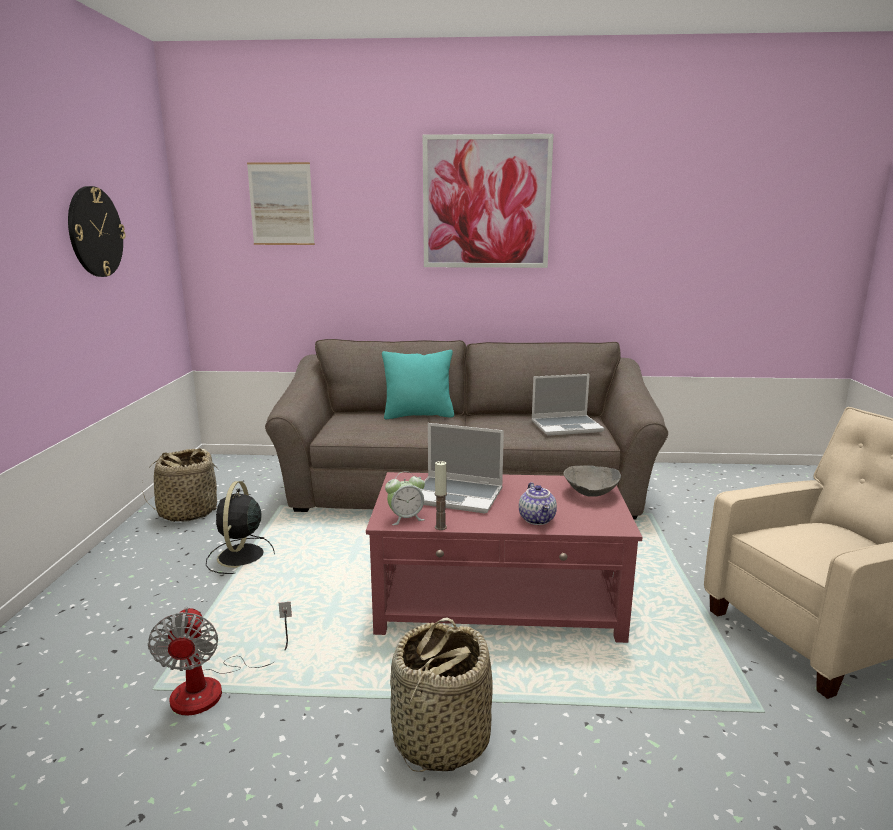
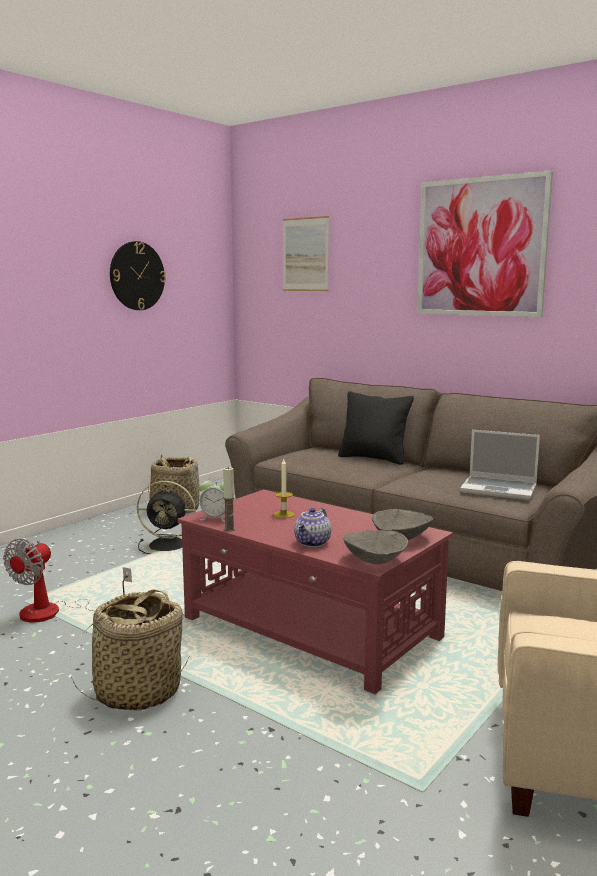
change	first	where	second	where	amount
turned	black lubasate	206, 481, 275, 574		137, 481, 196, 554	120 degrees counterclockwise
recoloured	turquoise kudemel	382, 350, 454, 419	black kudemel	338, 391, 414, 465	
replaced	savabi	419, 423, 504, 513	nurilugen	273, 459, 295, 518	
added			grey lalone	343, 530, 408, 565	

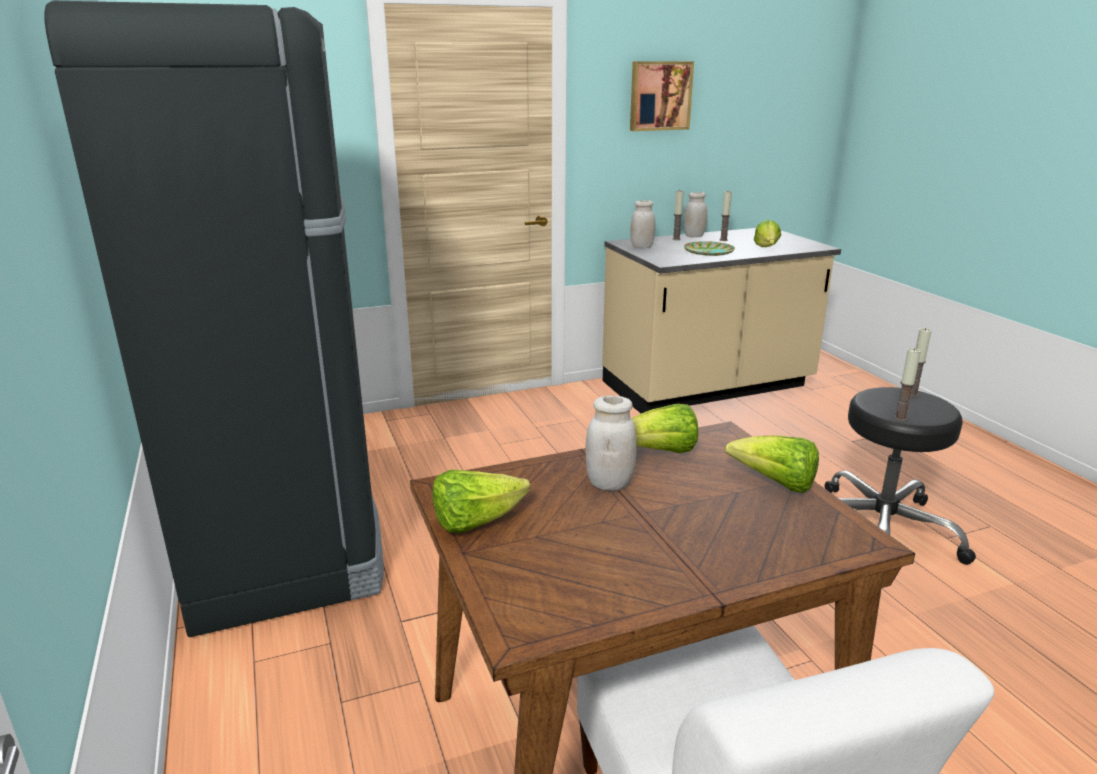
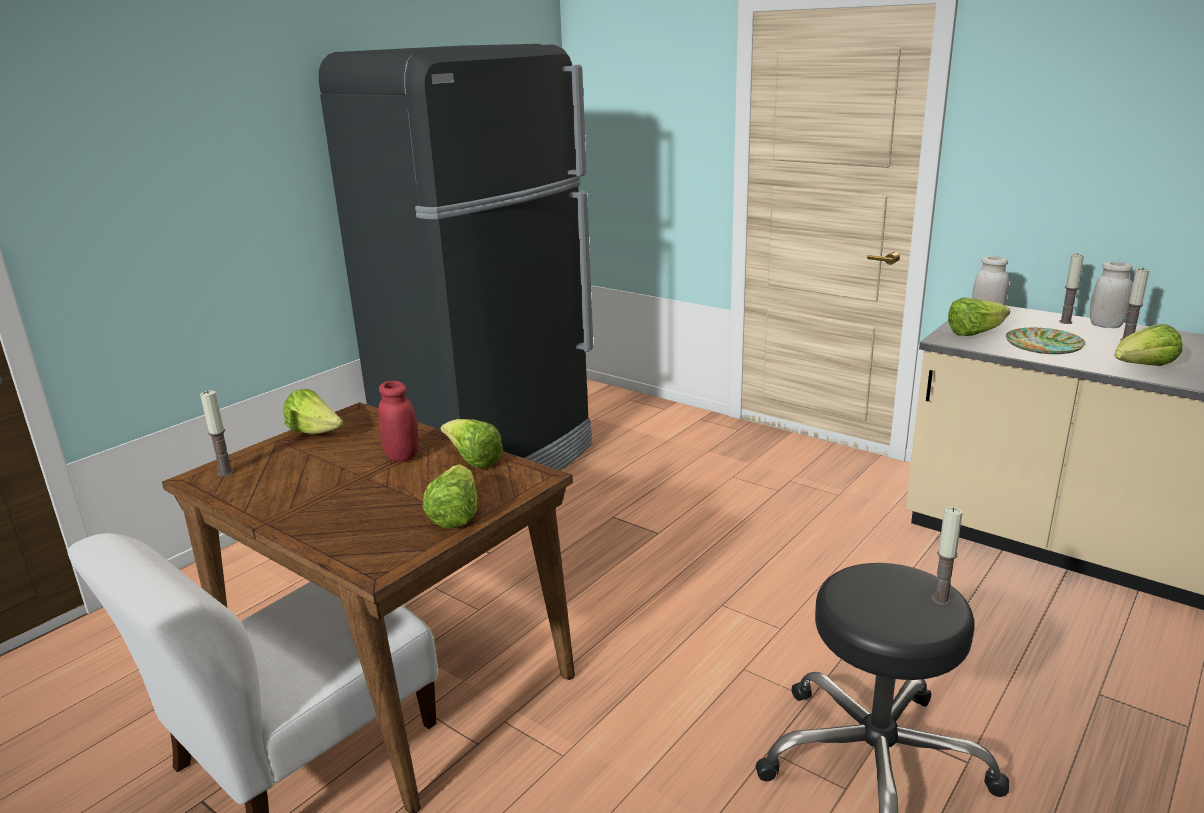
change	first	where	second	where	amount
recoloured	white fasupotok	586, 395, 637, 490	red fasupotok	378, 381, 419, 462	
removed	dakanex	630, 61, 694, 131			
moved	nurilugen	894, 348, 921, 421		200, 390, 234, 477	
added			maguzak	948, 297, 1010, 336	

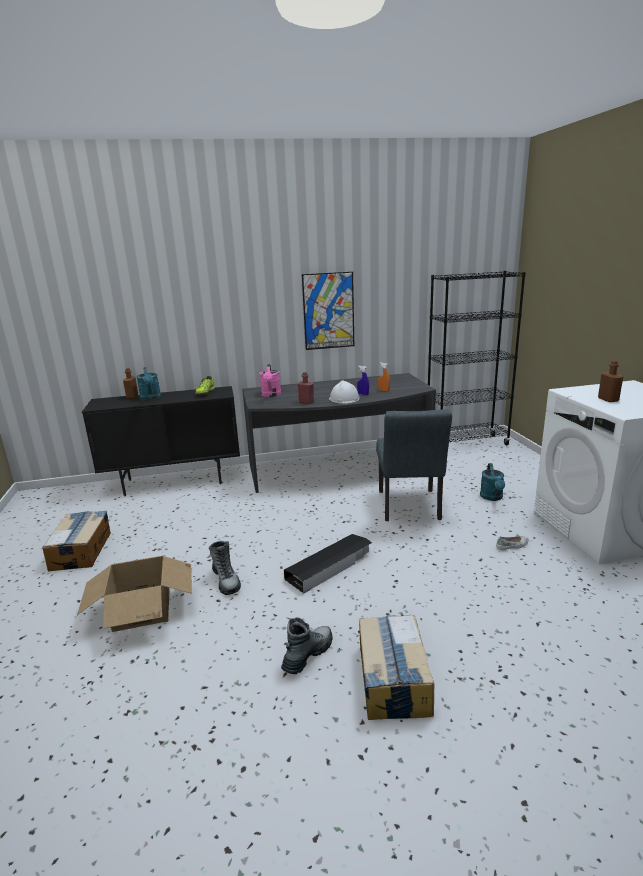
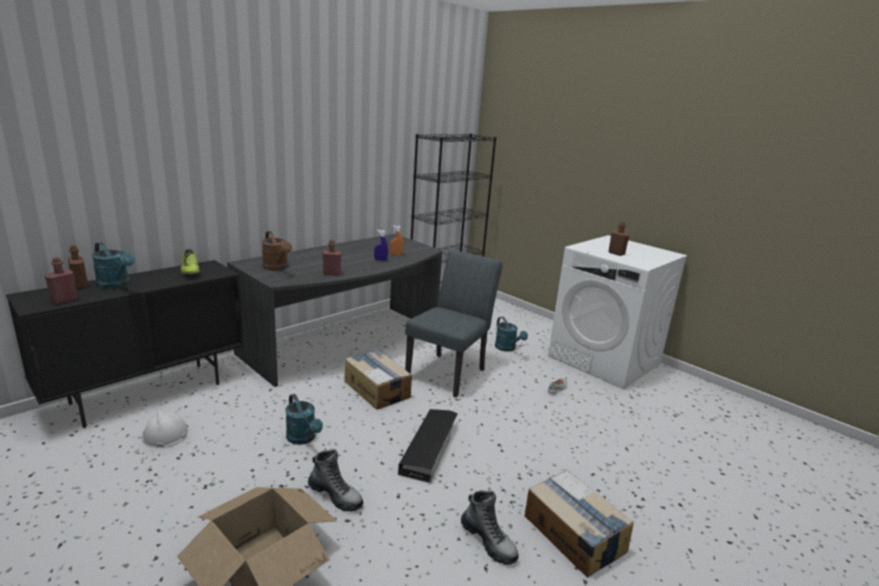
change	first	where	second	where	amount
moved	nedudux	42, 511, 111, 571		344, 349, 412, 410	
recoloured	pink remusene	259, 364, 281, 397	brown remusene	262, 231, 292, 271	
turned	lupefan	281, 617, 333, 674		461, 490, 519, 565	135 degrees clockwise
removed	dakanex	302, 272, 354, 350			
moved	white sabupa	329, 380, 359, 404		142, 411, 188, 448	
turned	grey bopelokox	376, 409, 452, 521		405, 250, 503, 398	120 degrees counterclockwise
added			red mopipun	45, 257, 77, 304	
added			turquoise remusene	285, 394, 323, 445	

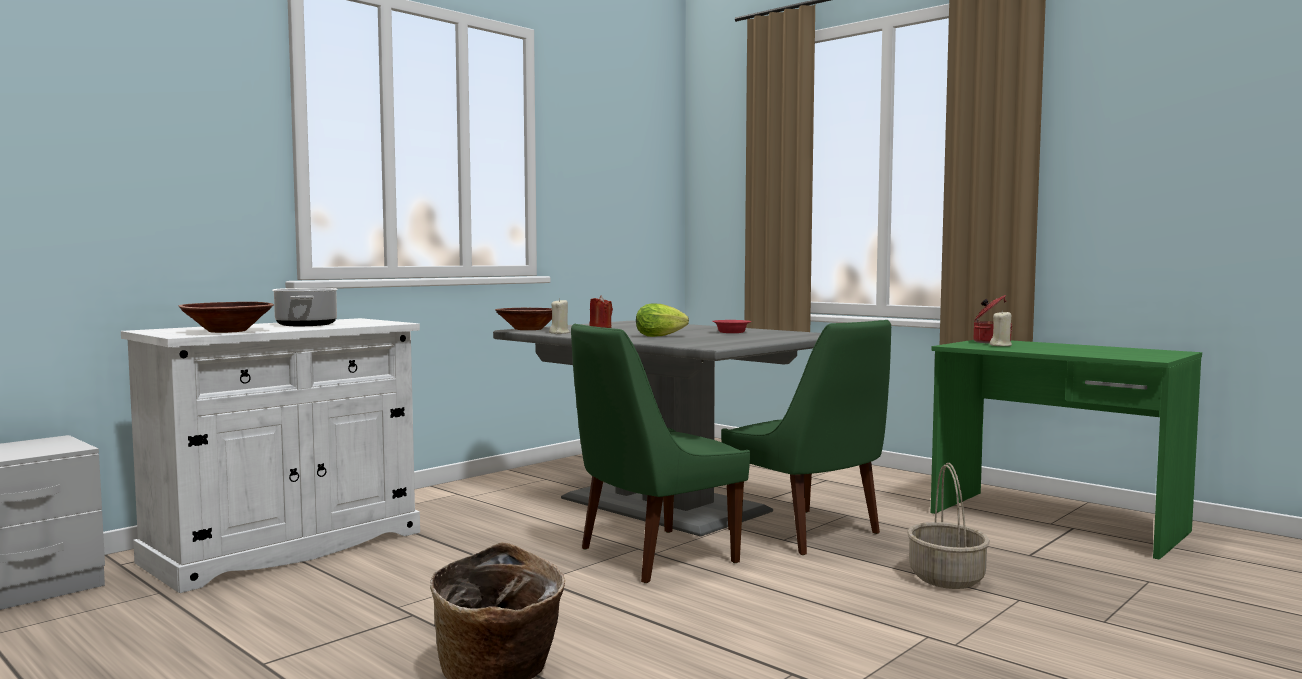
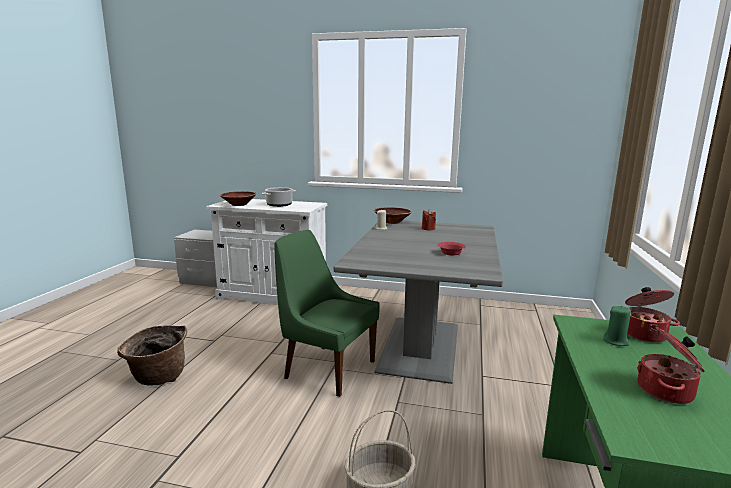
change	first	where	second	where	amount
removed	maguzak	636, 304, 689, 337			
removed	green bopelokox	721, 320, 891, 555			
recoloured	beige nurilugen	990, 310, 1012, 346	green nurilugen	603, 306, 631, 346	
added			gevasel	637, 327, 705, 404	

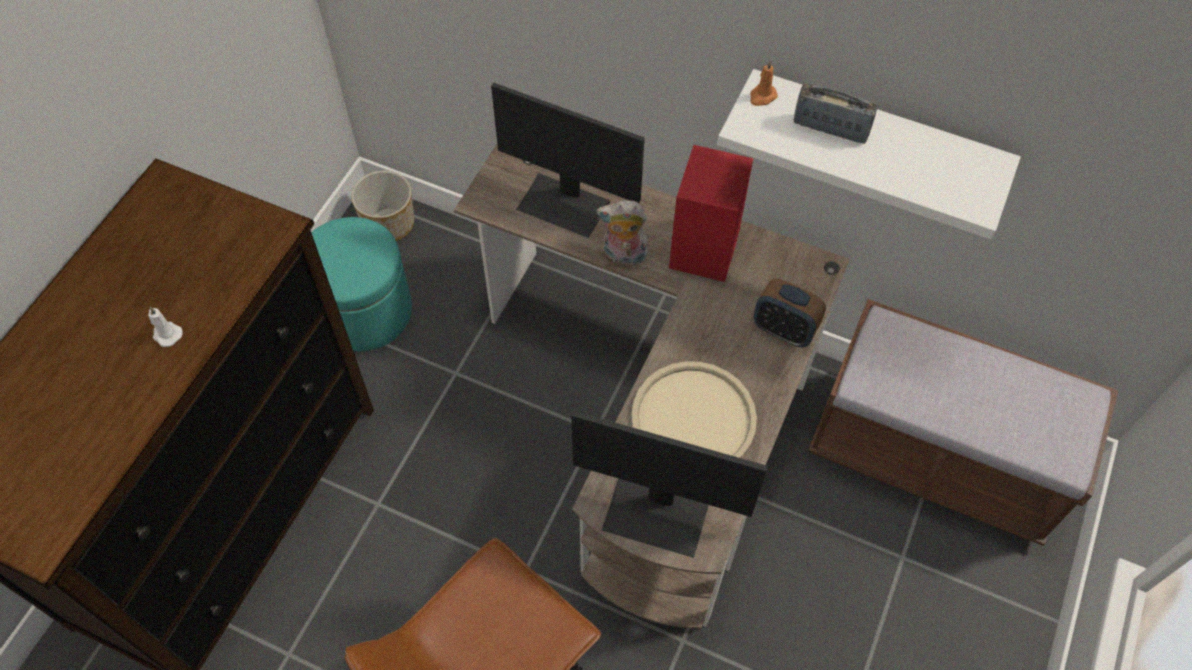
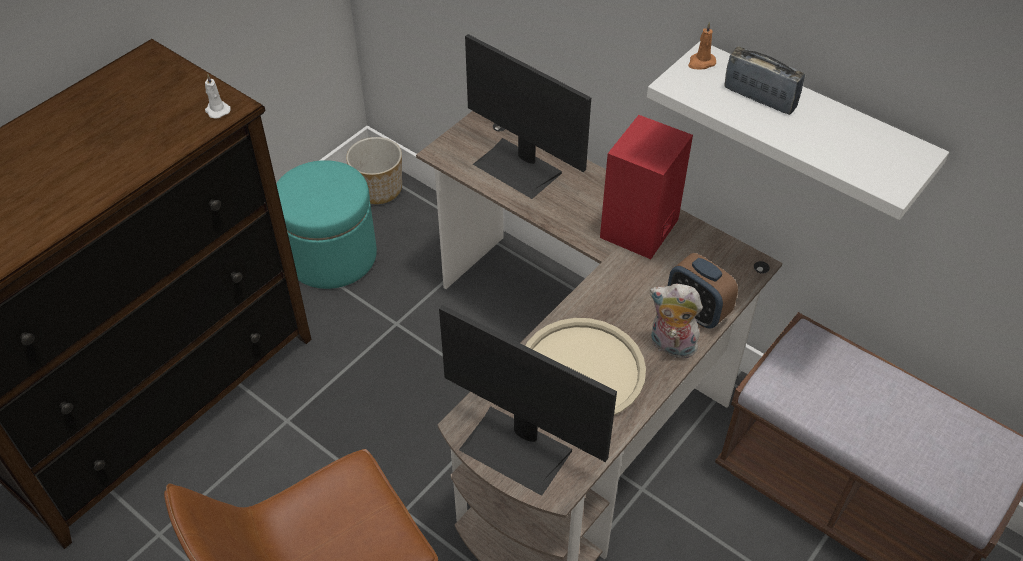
change	first	where	second	where	amount
moved	white nurilugen	148, 307, 183, 347		205, 74, 231, 119	
moved	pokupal	597, 200, 648, 265		650, 283, 703, 359	

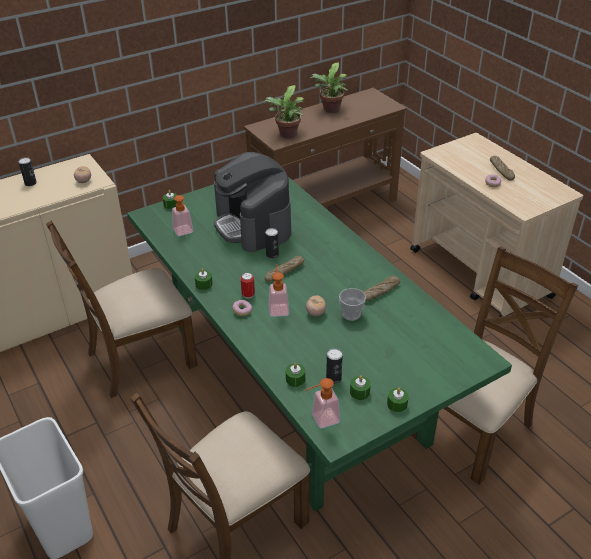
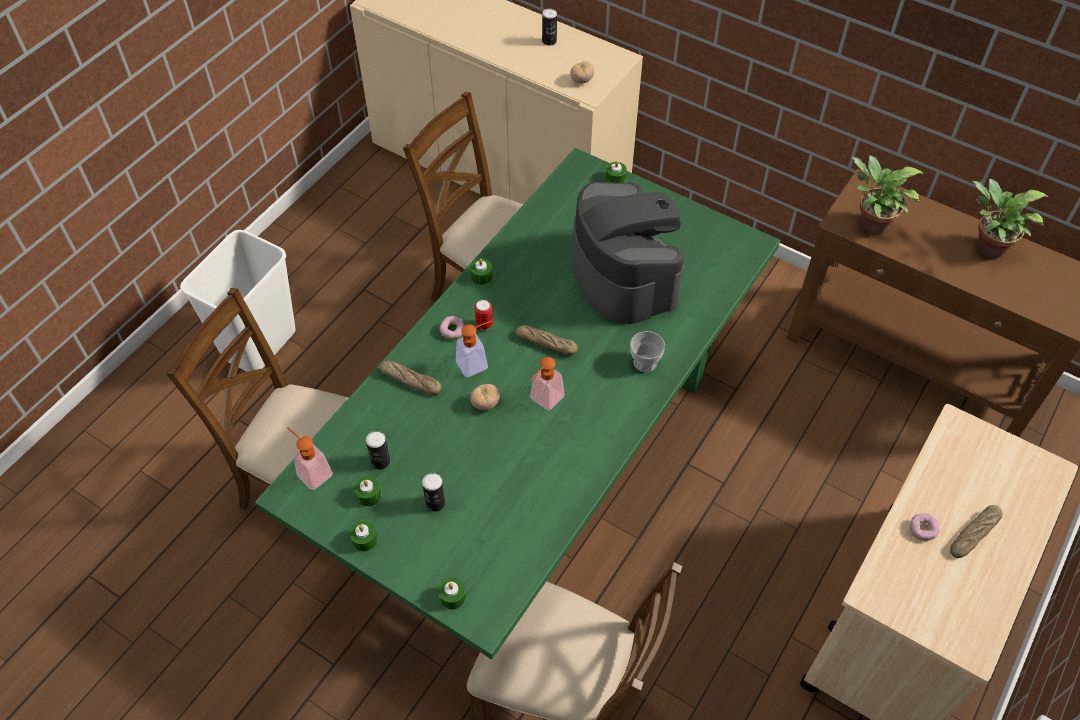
change	first	where	second	where	amount
moved	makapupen	172, 195, 193, 236		530, 357, 565, 411	
turned	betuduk	214, 152, 291, 252		572, 182, 684, 324	120 degrees clockwise
moved	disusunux	265, 228, 279, 259		422, 473, 445, 511	
moved	green nurilugen	286, 363, 305, 387		438, 577, 466, 610	
moved	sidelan	339, 288, 366, 321		630, 331, 665, 372	
moved	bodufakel	363, 276, 400, 301		380, 360, 442, 395	

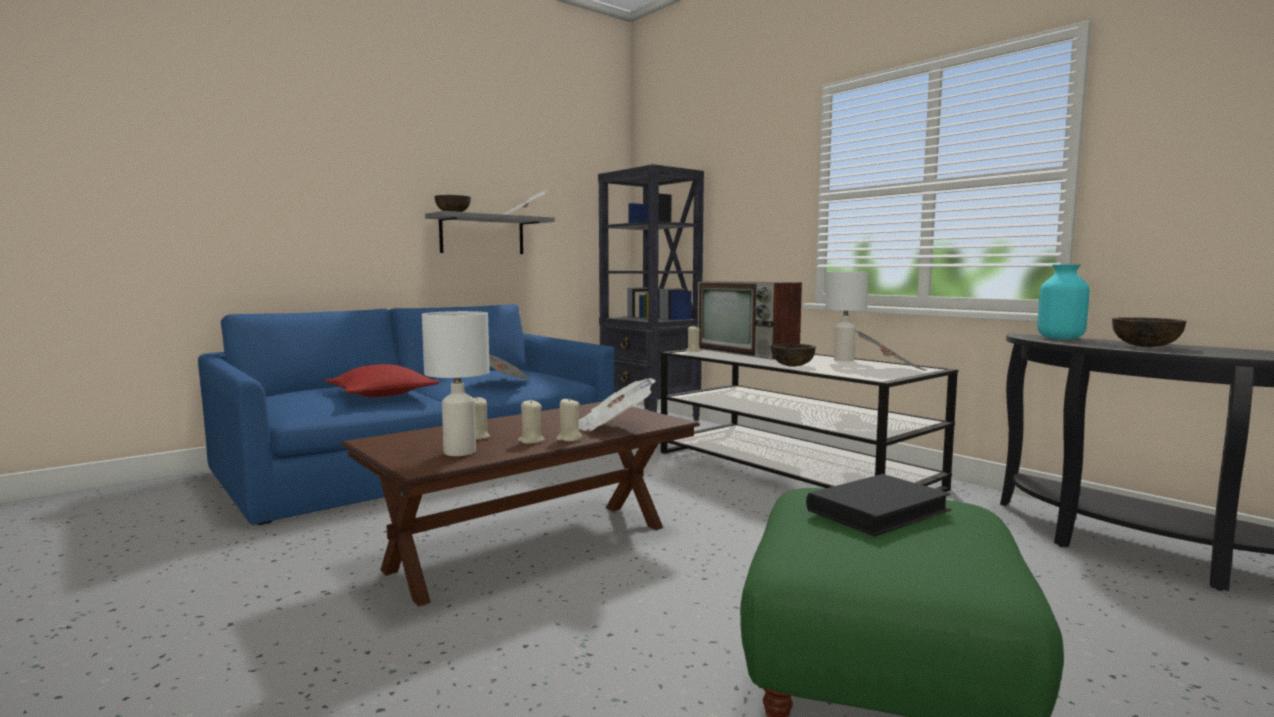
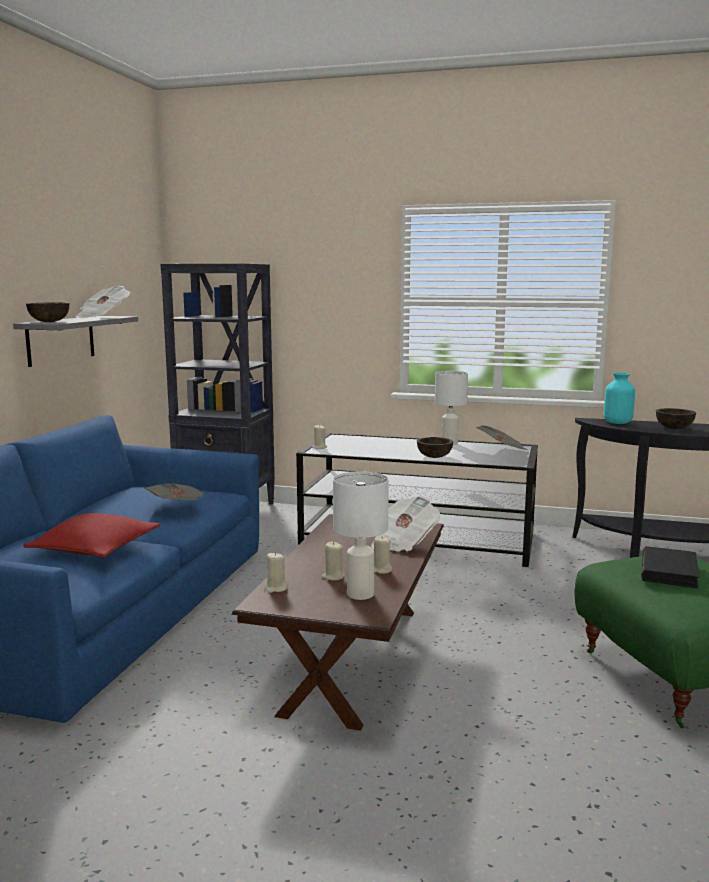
change	first	where	second	where	amount
moved	beige nurilugen	556, 399, 582, 441		264, 552, 288, 593	
removed	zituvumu	698, 281, 802, 360			

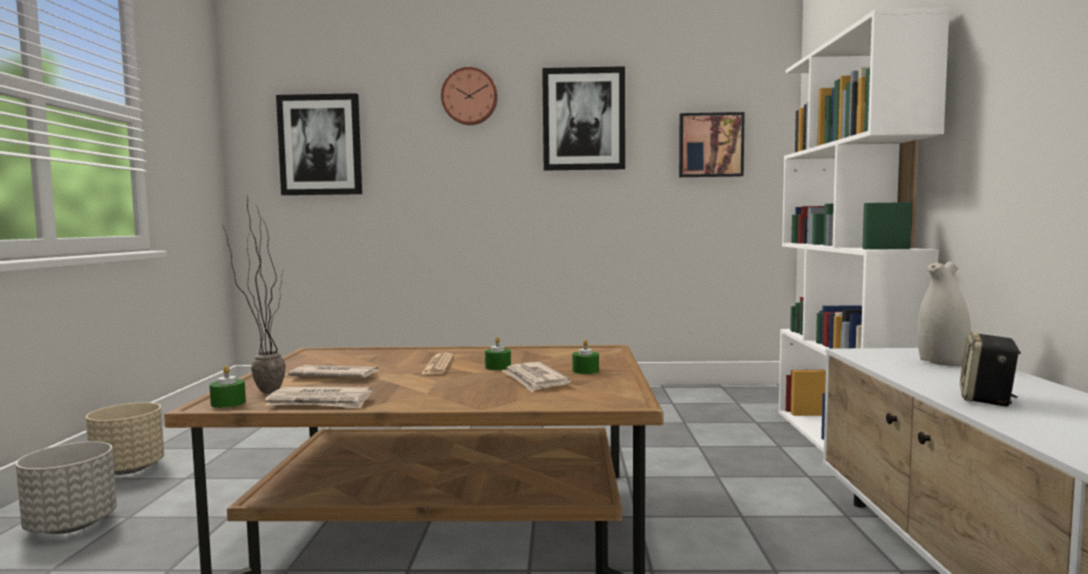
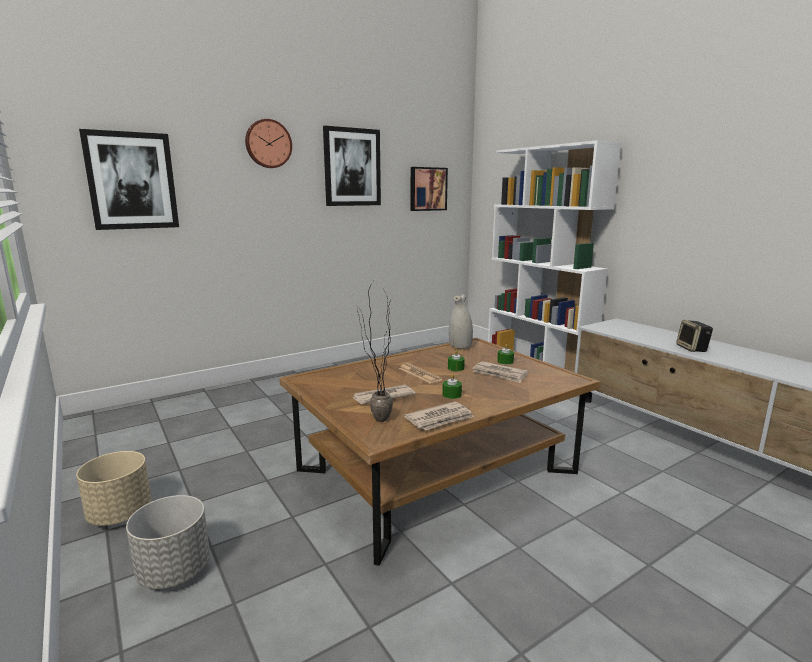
change	first	where	second	where	amount
moved	green nurilugen	209, 366, 246, 408		442, 374, 462, 399	
moved	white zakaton	917, 261, 971, 366		449, 294, 473, 349	

